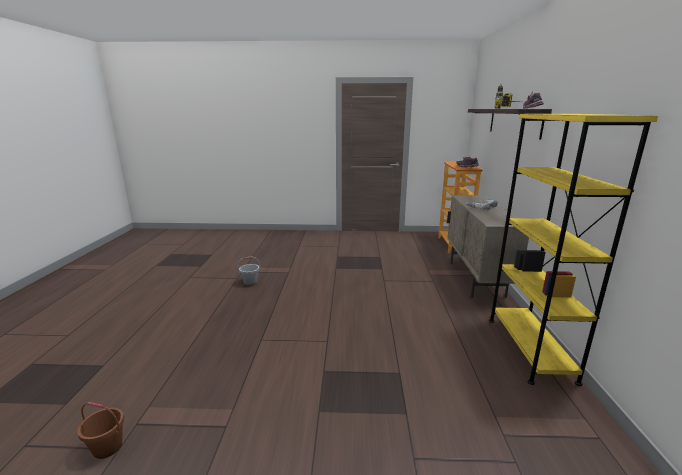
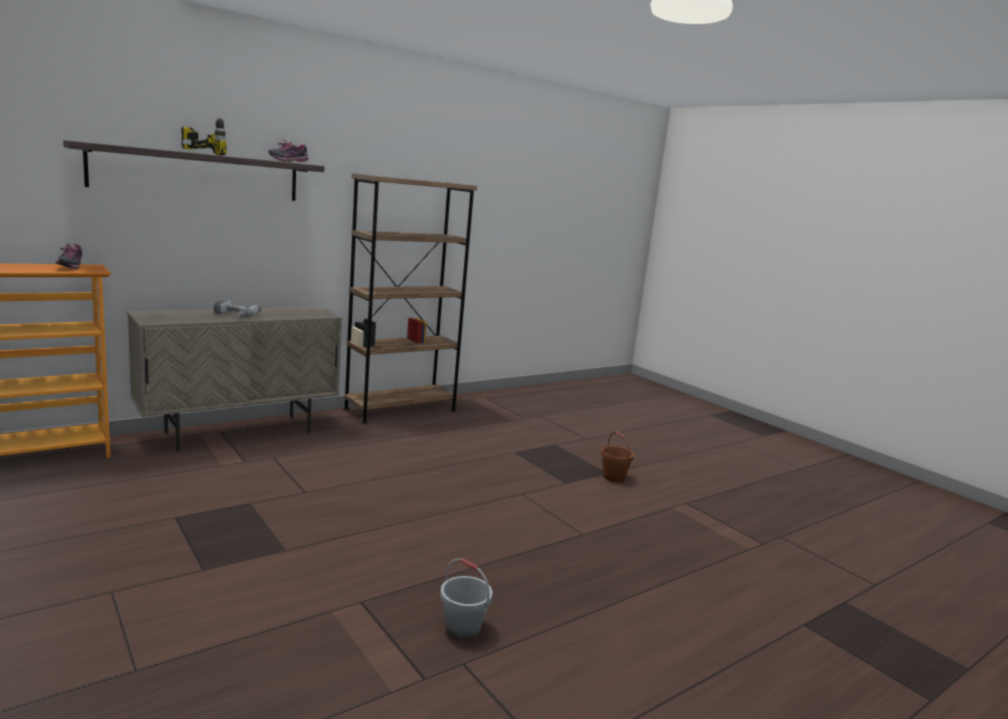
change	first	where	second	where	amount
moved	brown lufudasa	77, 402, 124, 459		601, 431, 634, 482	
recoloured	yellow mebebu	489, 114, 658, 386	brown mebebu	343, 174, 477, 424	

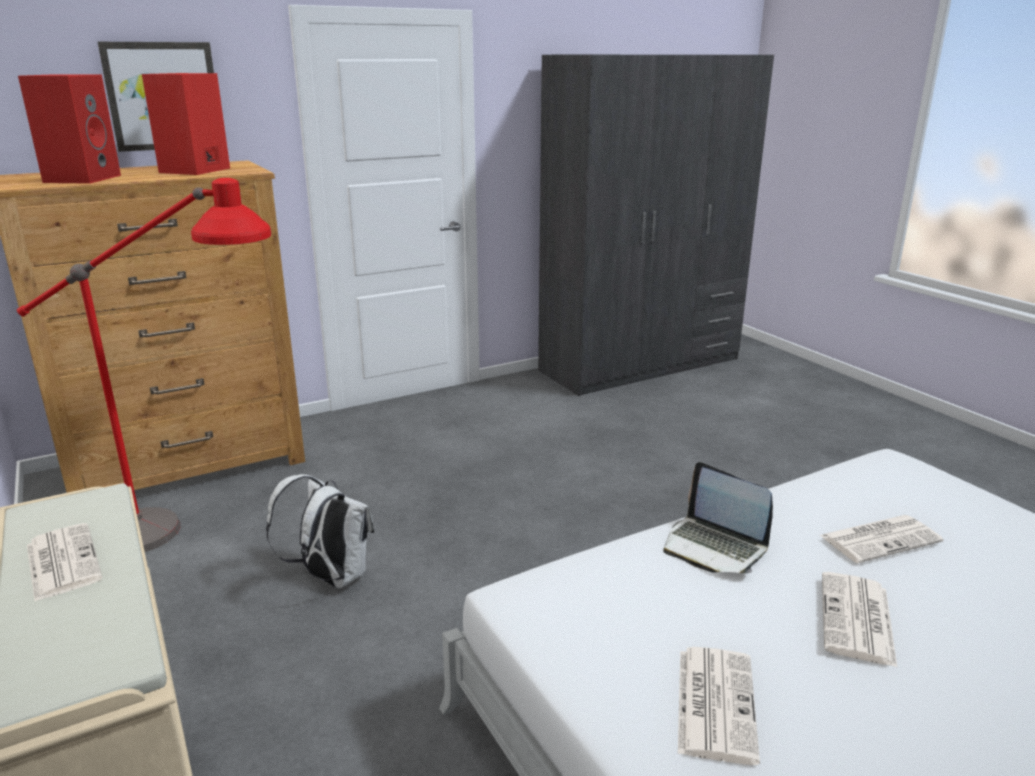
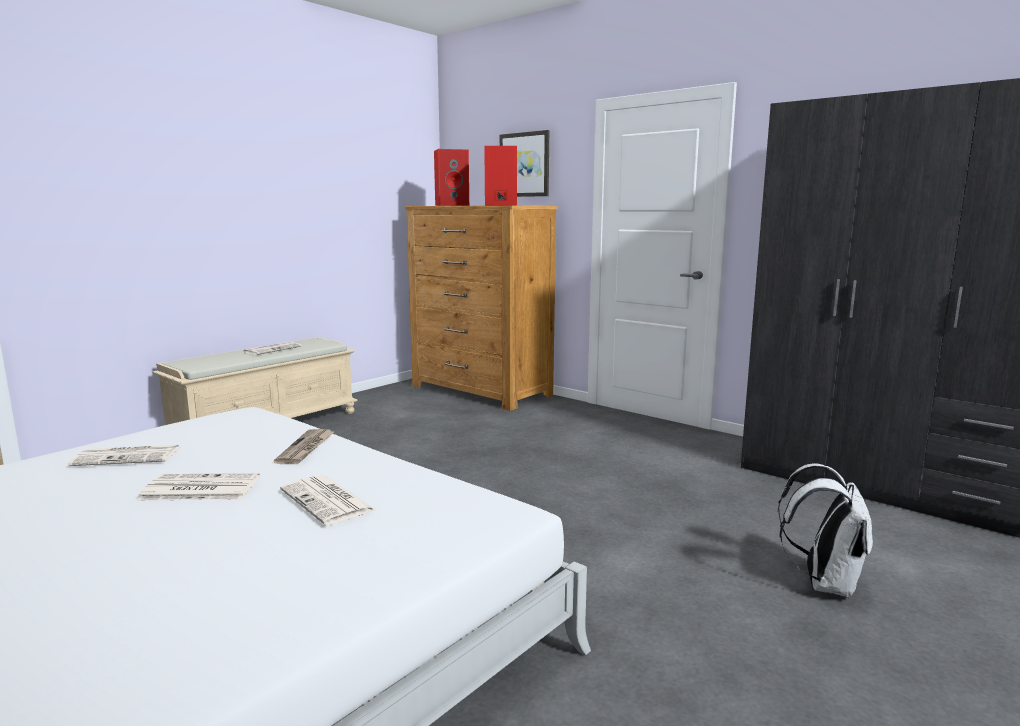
change	first	where	second	where	amount
removed	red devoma	17, 178, 271, 552			
moved	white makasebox	266, 474, 374, 589		778, 463, 873, 598	
replaced	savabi	663, 462, 773, 573	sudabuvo	274, 429, 334, 464	

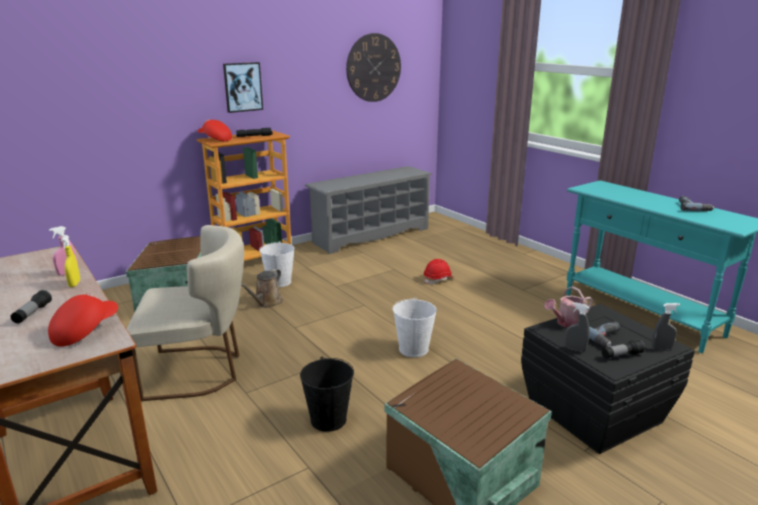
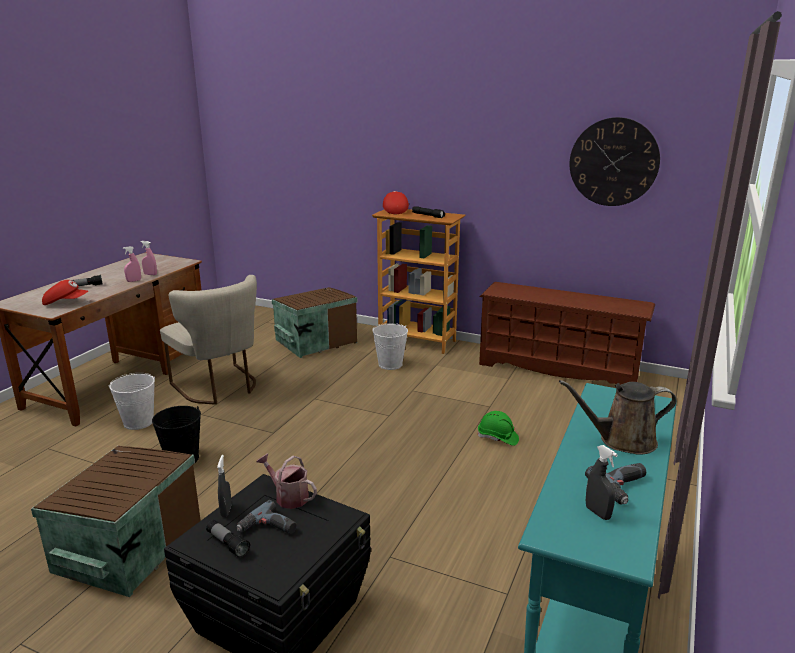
change	first	where	second	where	amount
recoloured	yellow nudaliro	61, 235, 80, 287	pink nudaliro	123, 246, 141, 282	
removed	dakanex	223, 62, 263, 113			
moved	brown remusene	241, 269, 283, 308		559, 380, 677, 455	
recoloured	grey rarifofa	305, 166, 432, 254	brown rarifofa	479, 282, 655, 385	
moved	white lufudasa	393, 297, 437, 358		108, 373, 155, 430	
recoloured	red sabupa	423, 259, 454, 284	green sabupa	477, 411, 519, 446	
moved	grey nudaliro	652, 303, 680, 350		586, 445, 618, 520	

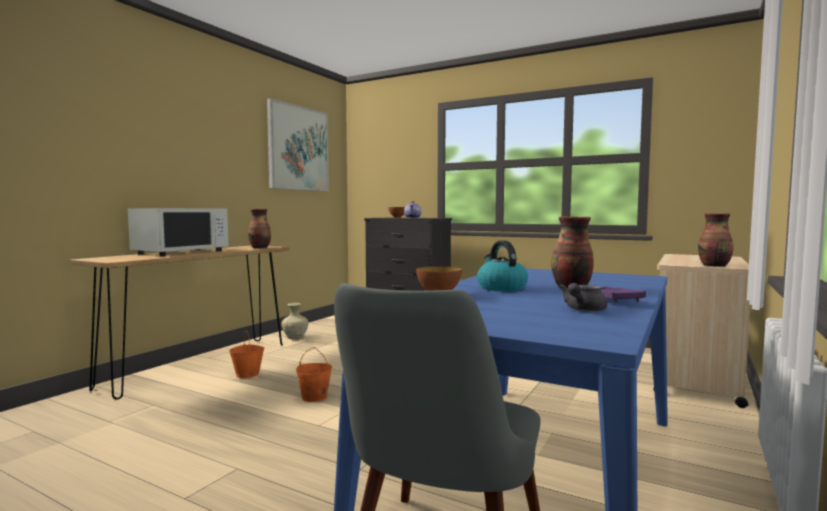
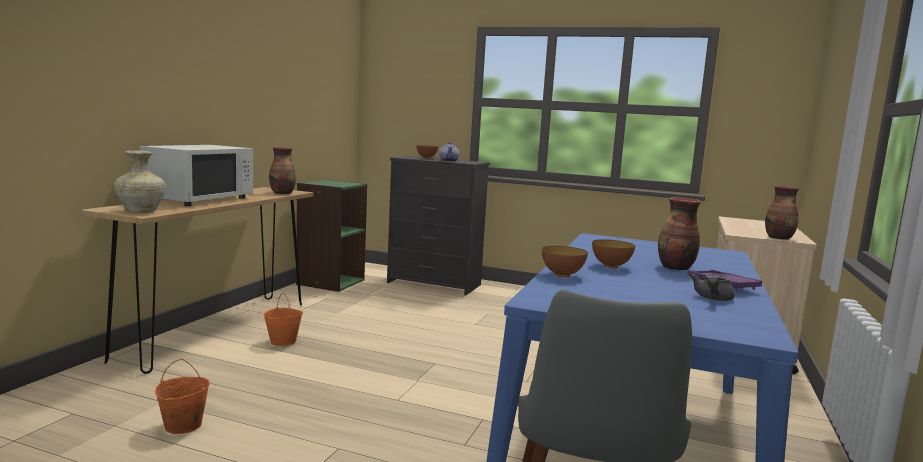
change	first	where	second	where	amount
removed	dakanex	267, 98, 329, 191			
moved	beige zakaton	281, 303, 308, 339		114, 150, 166, 213	
moved	orange lufudasa	296, 347, 332, 402		155, 359, 210, 434	
replaced	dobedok	477, 240, 528, 291	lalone	592, 239, 635, 268	
added			green mebebu	296, 179, 367, 292	

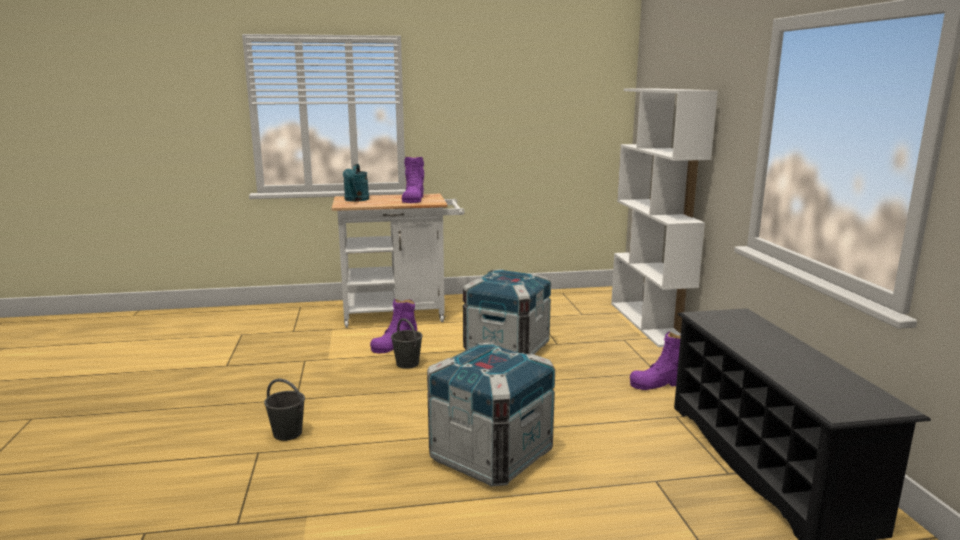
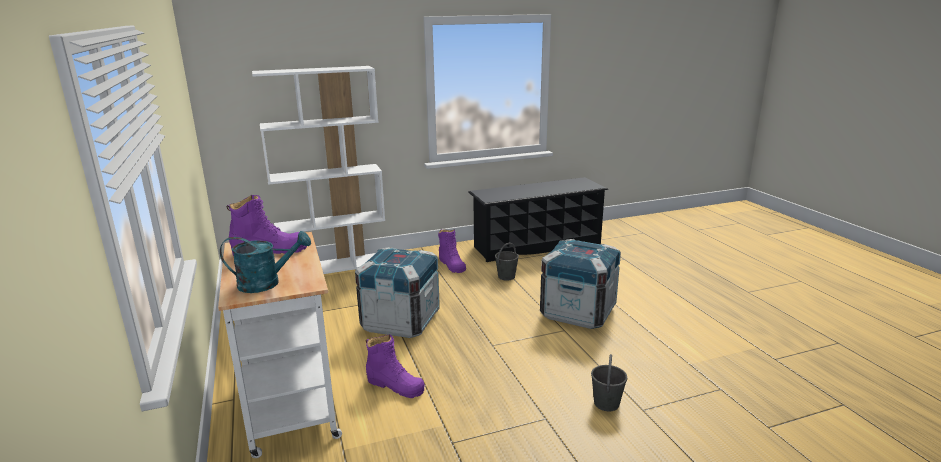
change	first	where	second	where	amount
moved	grey lufudasa	391, 318, 423, 369		495, 243, 519, 281	

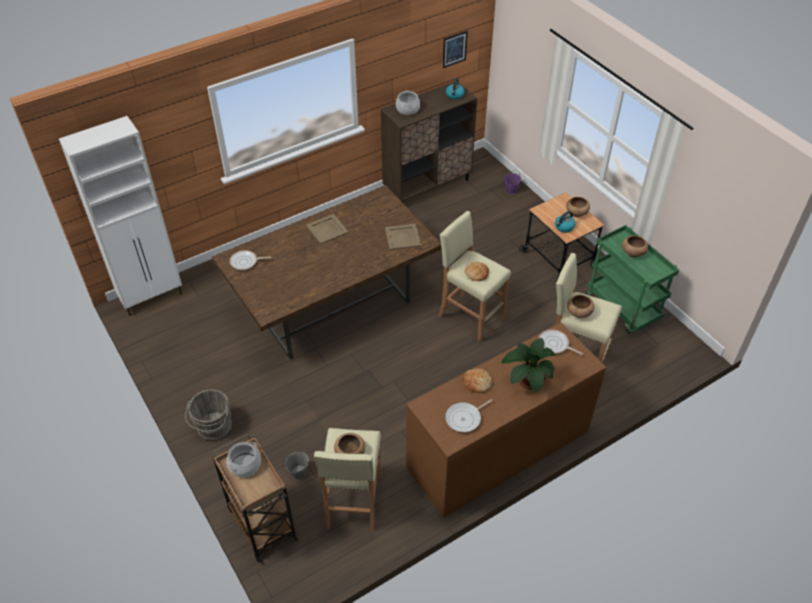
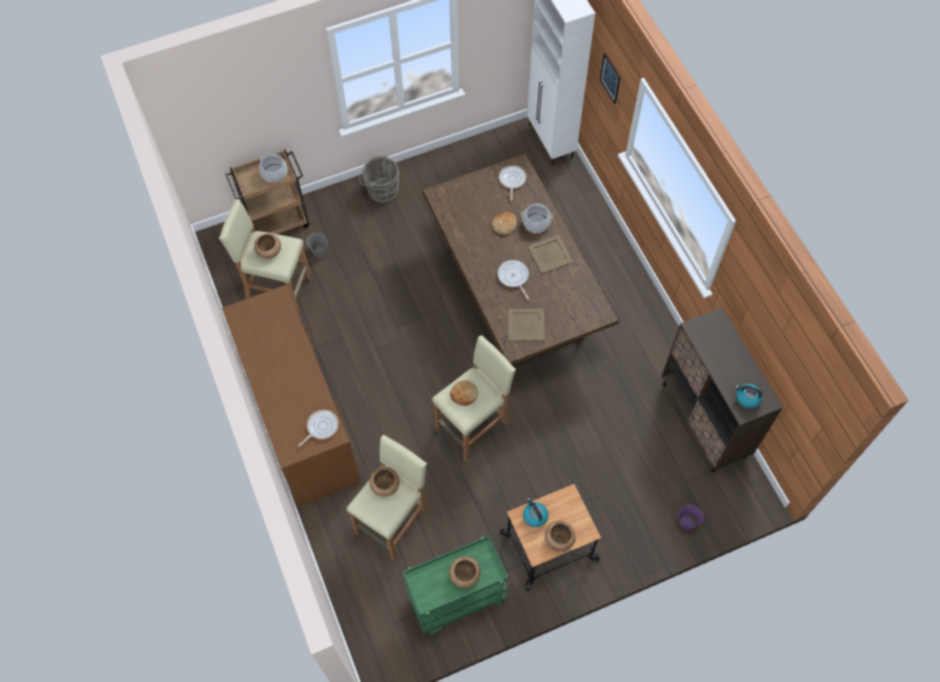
change	first	where	second	where	amount
moved	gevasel	396, 90, 420, 115		521, 203, 553, 233	
moved	dakanex	443, 31, 468, 68		600, 53, 620, 104	
moved	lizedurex	445, 399, 493, 432		497, 260, 529, 300	
moved	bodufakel	463, 369, 492, 393		492, 212, 517, 235	
removed	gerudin	501, 338, 556, 393			

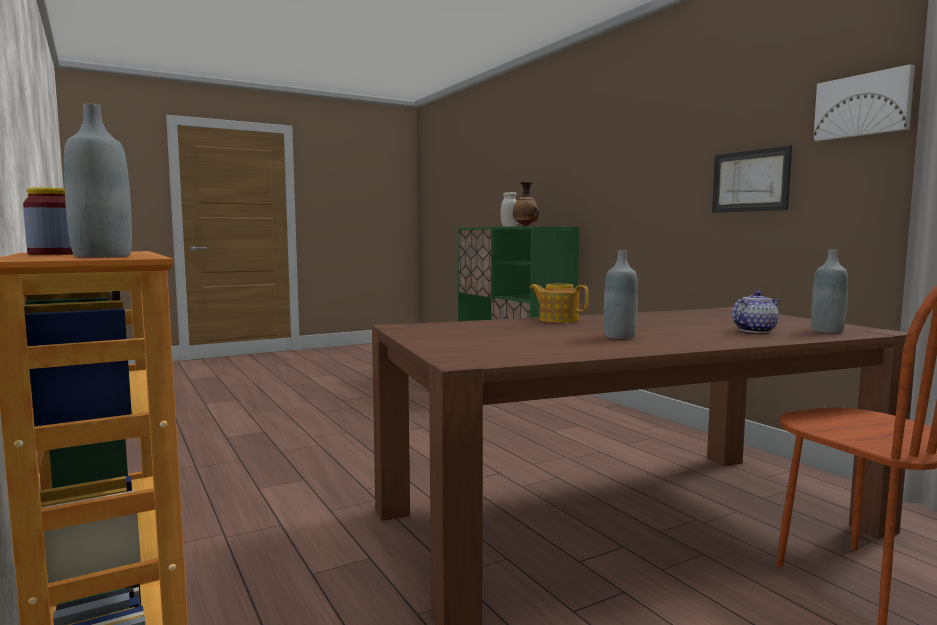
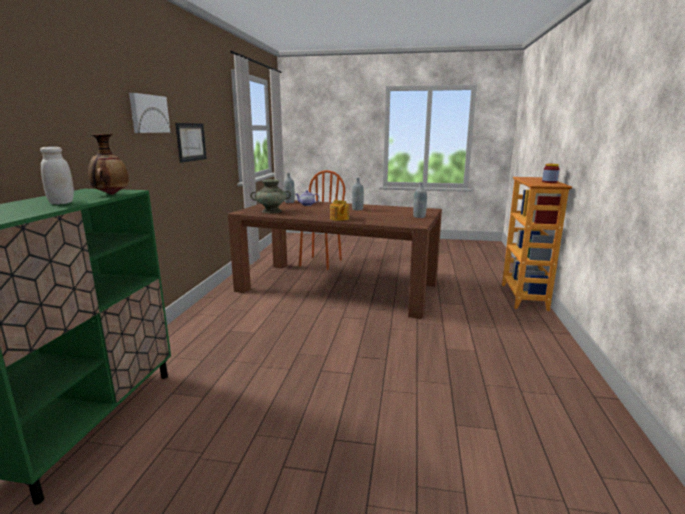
change	first	where	second	where	amount
moved	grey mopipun	64, 103, 132, 258		413, 182, 427, 218	
moved	dakanex	813, 64, 915, 141		129, 93, 170, 133	
added			turquoise zakaton	251, 179, 291, 213	

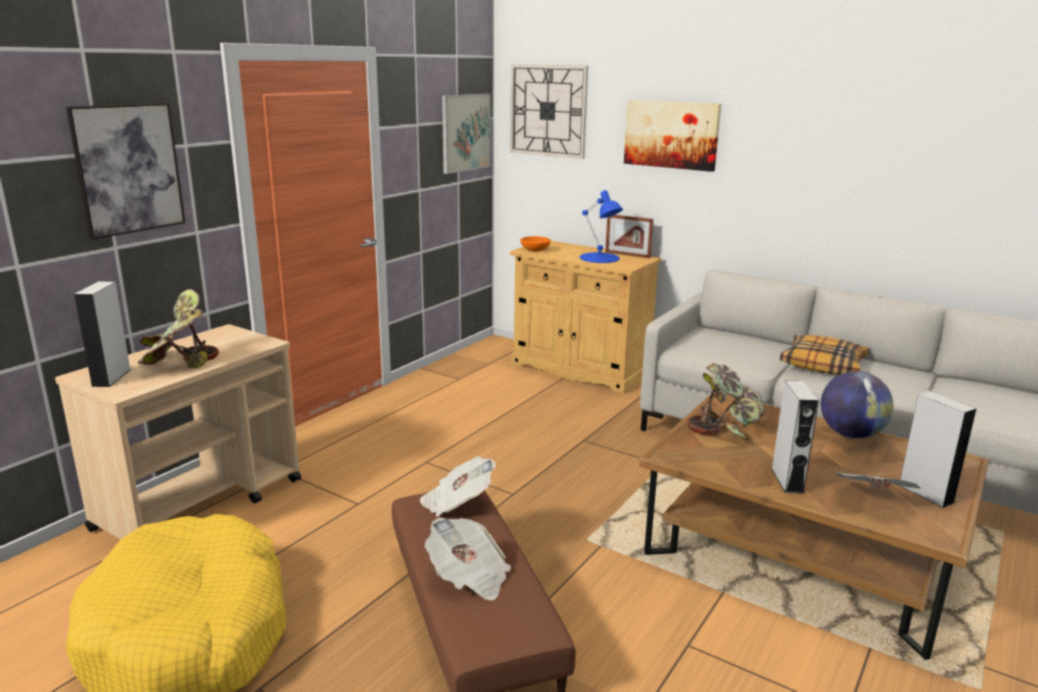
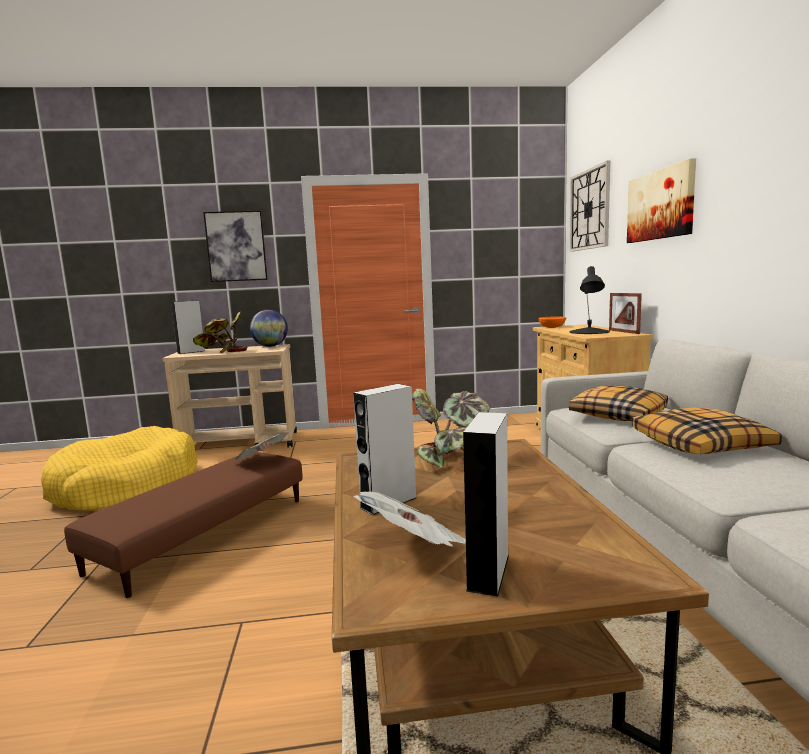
change	first	where	second	where	amount
removed	sudabuvo	425, 517, 511, 601			
removed	dakanex	442, 94, 491, 174			
recoloured	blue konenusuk	580, 190, 623, 263	black konenusuk	570, 266, 610, 334	
moved	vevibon	821, 371, 894, 438		250, 310, 288, 347	
added			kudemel	569, 385, 668, 421	

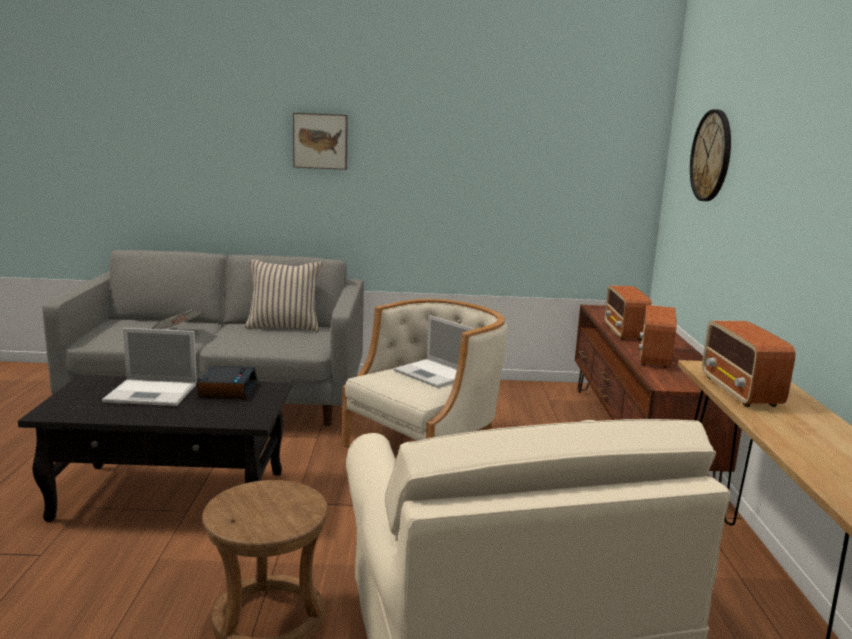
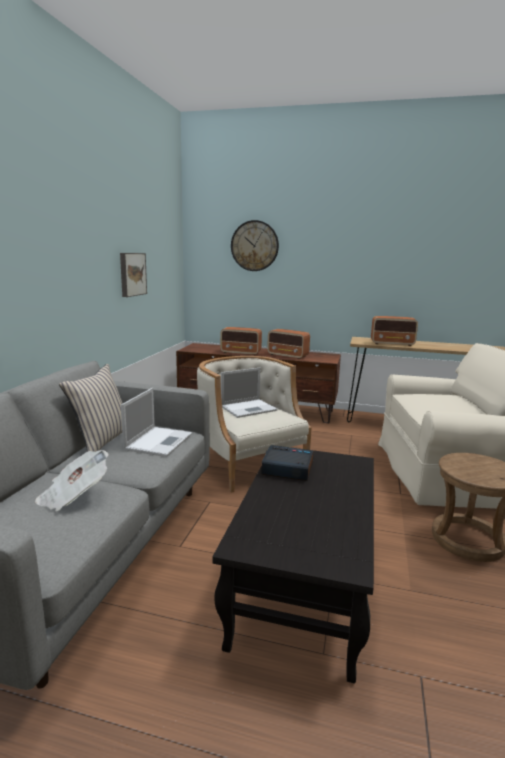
change	first	where	second	where	amount
moved	savabi	102, 328, 197, 406		121, 388, 192, 457	
moved	dakanex	293, 113, 348, 170		120, 253, 147, 297	

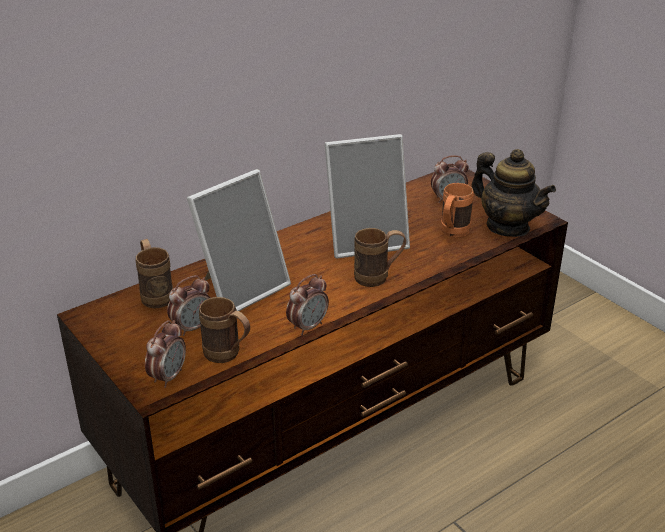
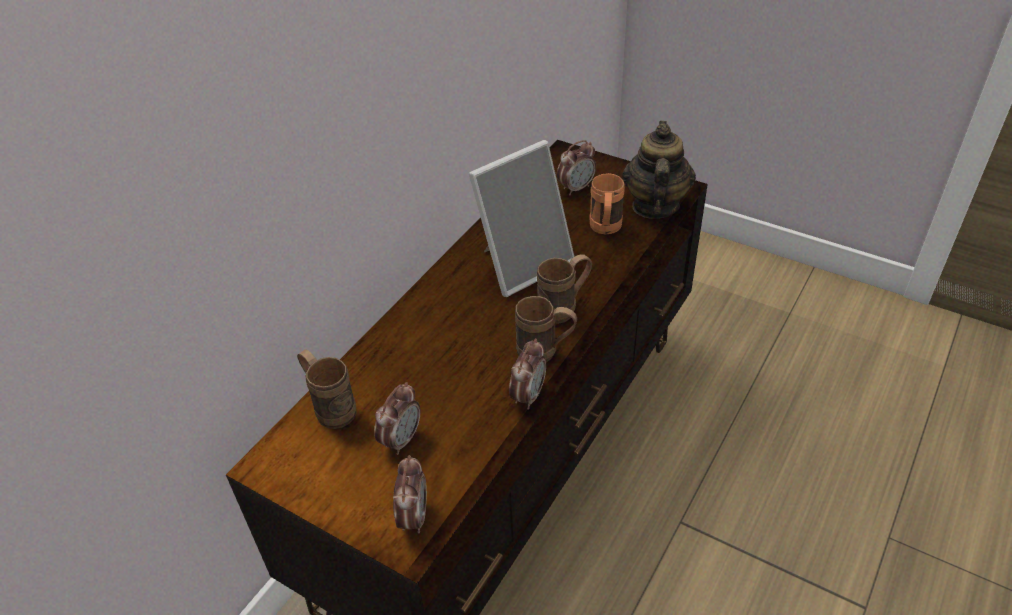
change	first	where	second	where	amount
removed	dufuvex	187, 169, 291, 311			
moved	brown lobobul	199, 297, 250, 363		515, 296, 577, 362	
turned	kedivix	472, 149, 556, 237		622, 121, 696, 219	105 degrees counterclockwise

